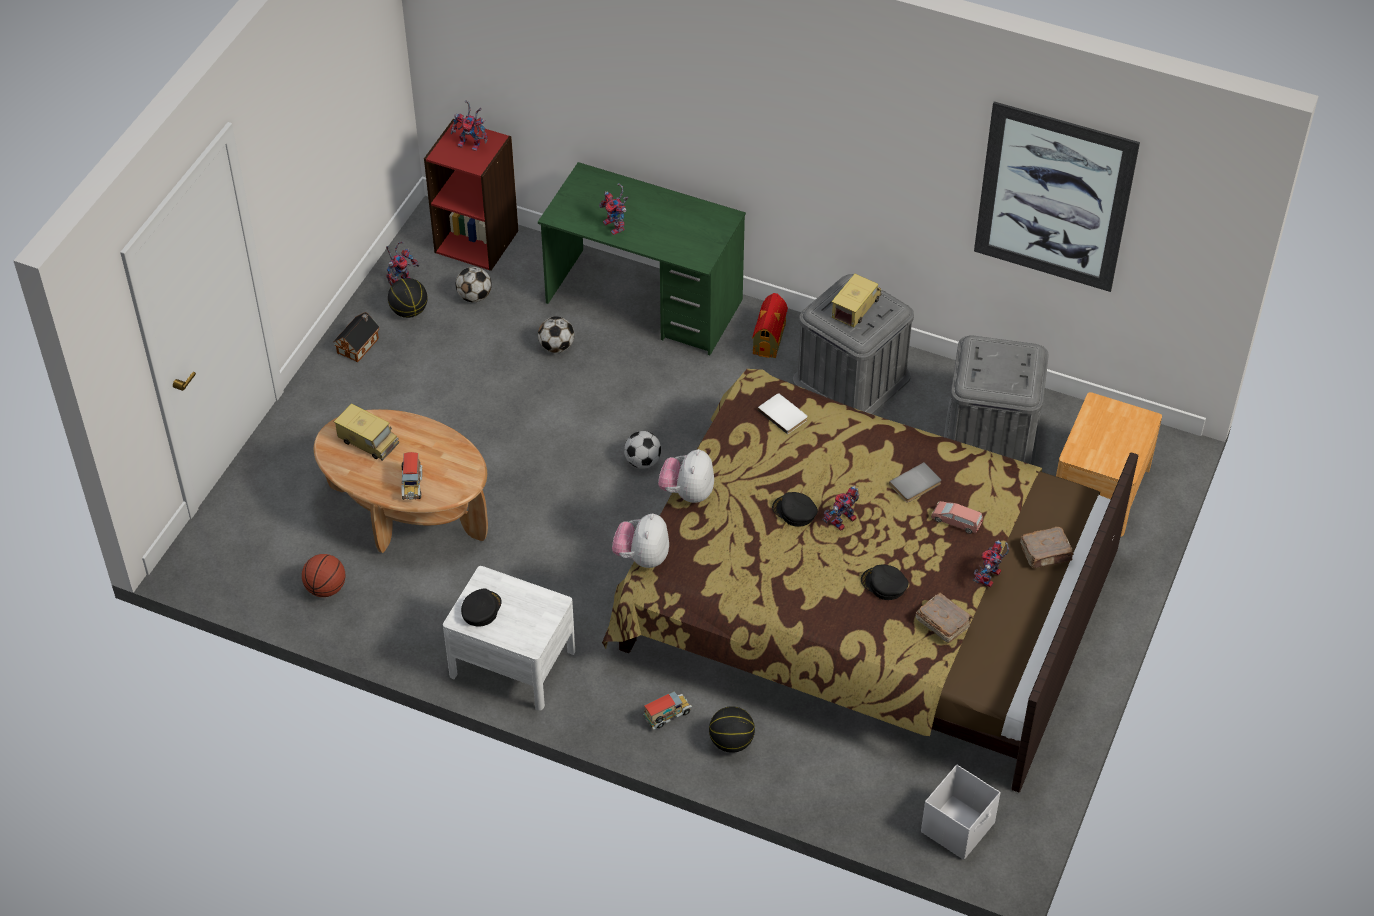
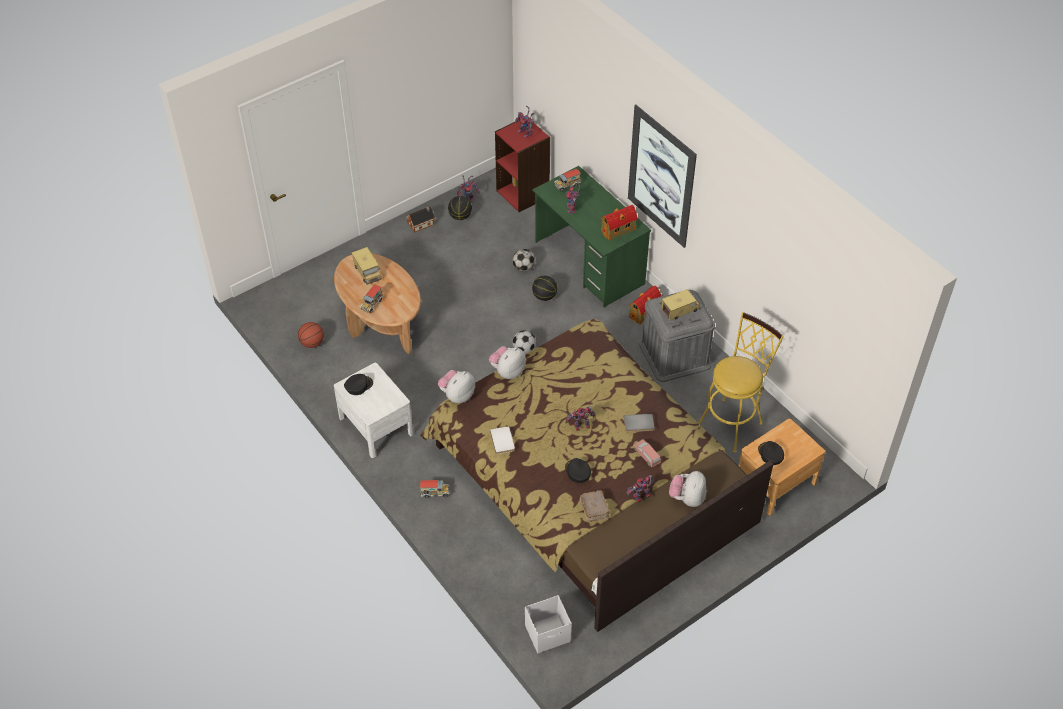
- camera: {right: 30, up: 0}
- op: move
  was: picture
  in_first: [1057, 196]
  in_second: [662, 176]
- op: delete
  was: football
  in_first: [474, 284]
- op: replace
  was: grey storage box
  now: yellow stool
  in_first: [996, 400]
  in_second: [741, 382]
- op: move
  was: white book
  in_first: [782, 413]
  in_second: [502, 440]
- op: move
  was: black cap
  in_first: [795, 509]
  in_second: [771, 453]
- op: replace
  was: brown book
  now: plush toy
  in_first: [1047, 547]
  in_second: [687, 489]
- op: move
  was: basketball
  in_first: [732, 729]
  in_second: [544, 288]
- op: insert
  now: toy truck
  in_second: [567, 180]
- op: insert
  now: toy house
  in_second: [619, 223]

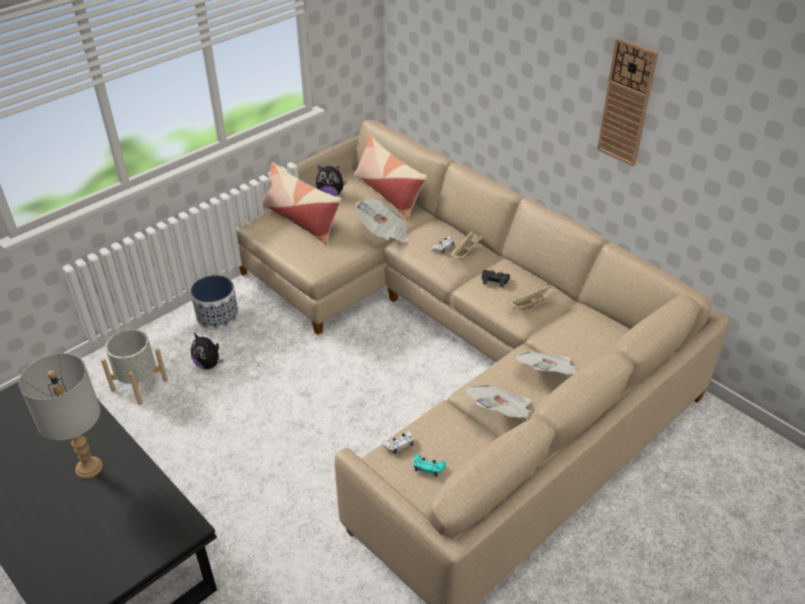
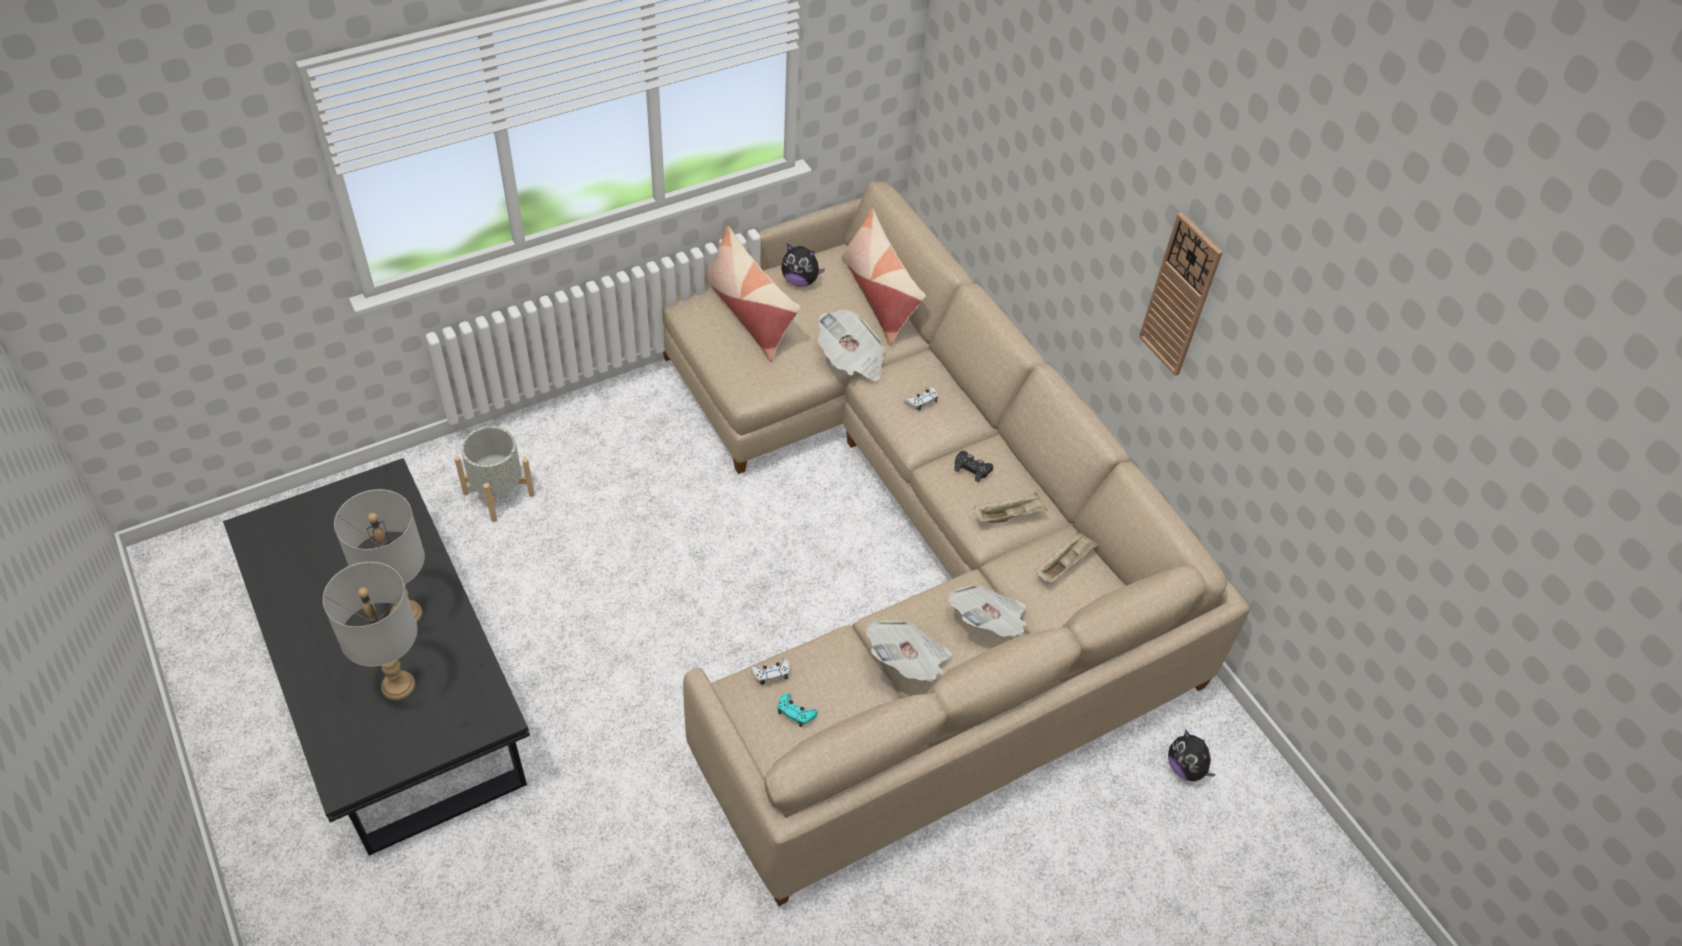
- camera: {right: 10, up: 10}
- op: move
  was: beige tray
  in_first: [466, 244]
  in_second: [1067, 558]
- op: delete
  was: planter
  in_first: [214, 302]
- op: move
  was: plush toy
  in_first: [207, 351]
  in_second: [1192, 755]
- op: insert
  now: grey table lamp
  in_second: [370, 631]

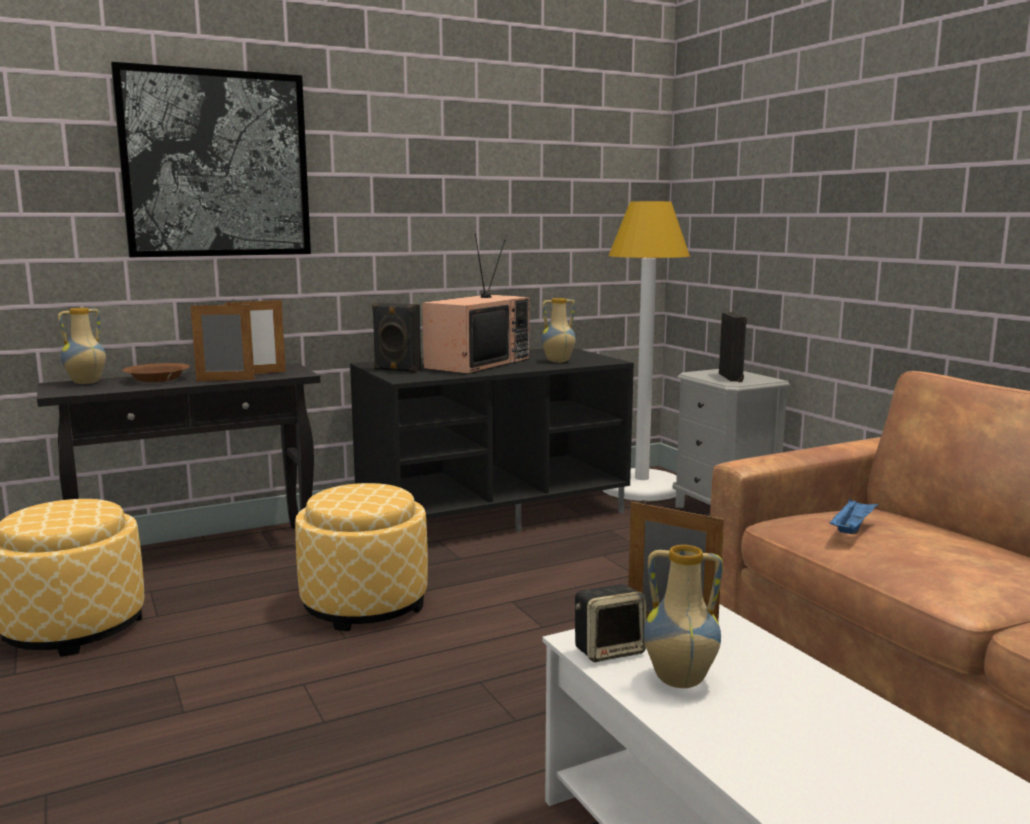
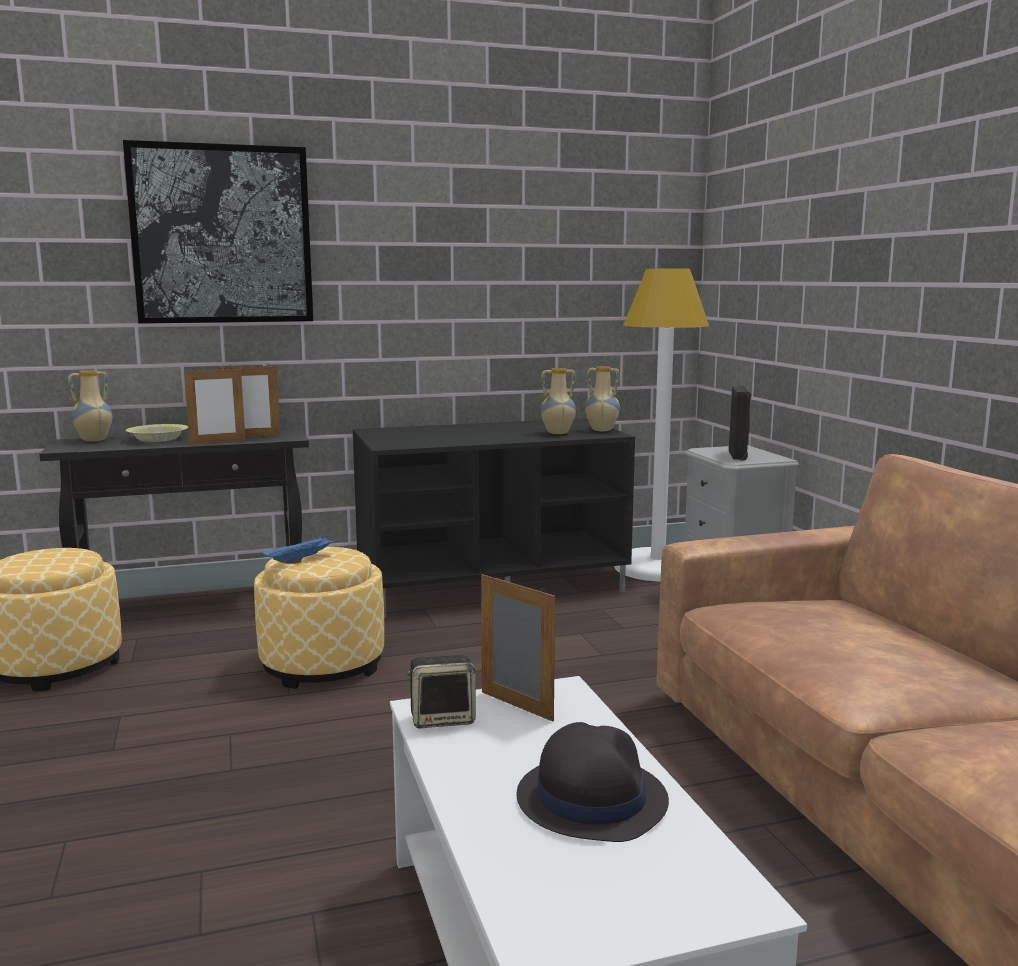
- camera: {right: 10, up: 0}
- op: delete
  was: television
  in_first: [476, 303]
- op: rotate
  was: picture frame
  in_first: [222, 341]
  in_second: [214, 406]
  clockwise: 150
- op: delete
  was: black speaker
  in_first: [396, 338]
- op: recolor
  was: brown bowl
  now: yellow bowl
  in_first: [156, 372]
  in_second: [157, 433]
- op: move
  was: blue tray
  in_first: [854, 516]
  in_second: [300, 549]
- op: move
  was: vase
  in_first: [683, 616]
  in_second: [602, 398]
- op: insert
  now: black hat
  in_second: [592, 782]

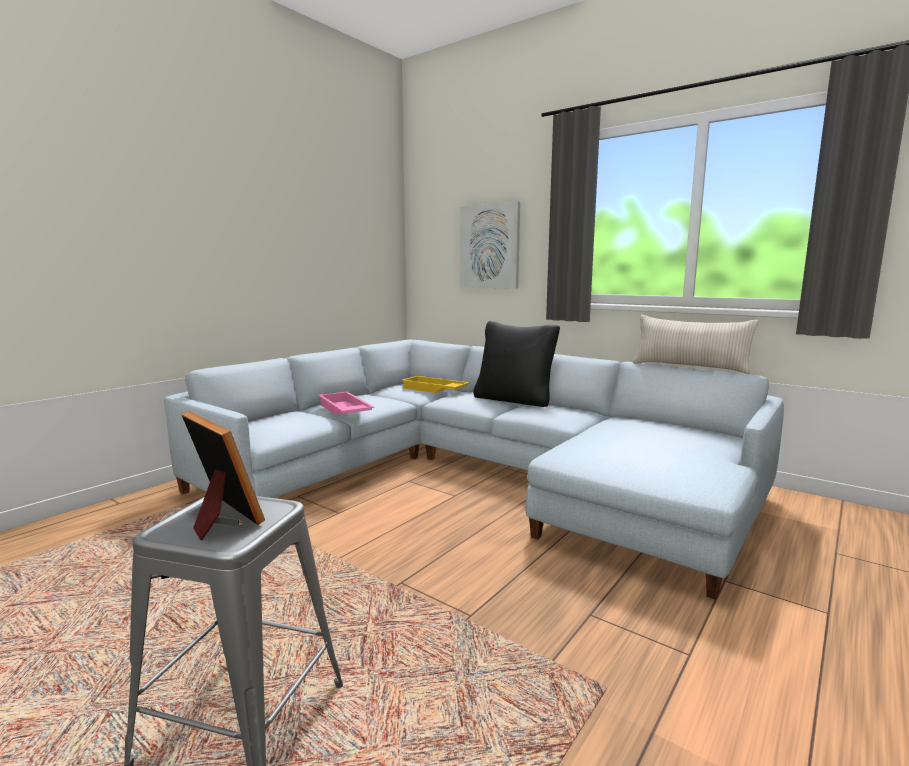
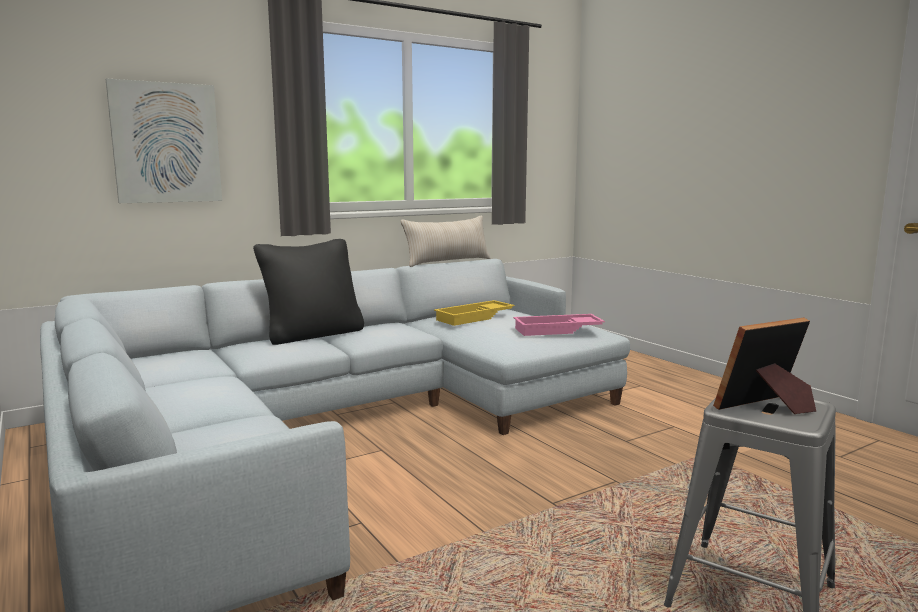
- camera: {right: -70, up: 0}
- op: move
  was: yellow tray
  in_first: [435, 384]
  in_second: [474, 313]
- op: move
  was: pink tray
  in_first: [346, 403]
  in_second: [559, 325]

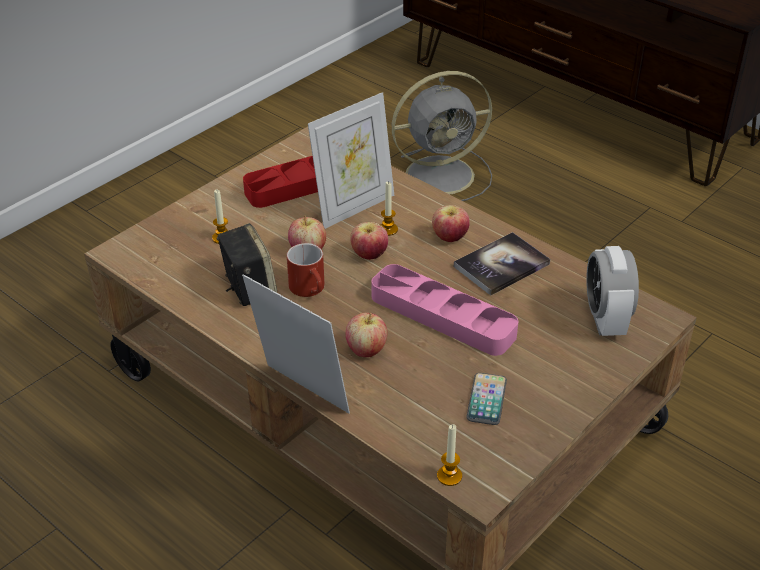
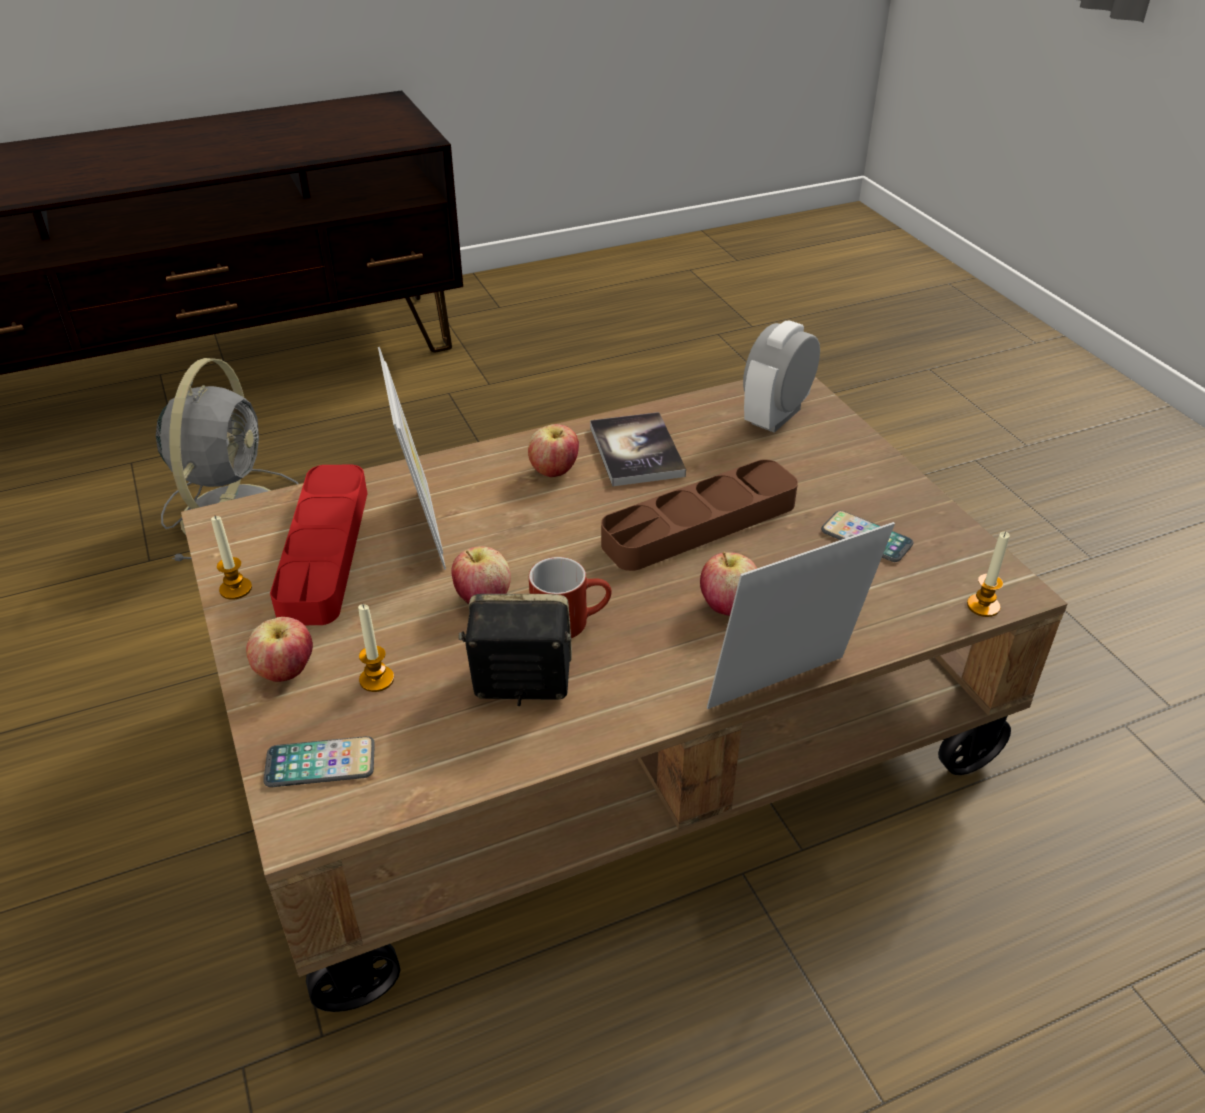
- camera: {right: -65, up: 0}
- op: move
  was: candle
  in_first: [389, 208]
  in_second: [231, 558]
- op: move
  was: apple
  in_first: [369, 241]
  in_second: [279, 649]
- op: rotate
  was: alarm clock
  in_first: [612, 291]
  in_second: [781, 377]
  clockwise: 105
- op: recolor
  was: pink tray
  now: brown tray
  in_first: [445, 310]
  in_second: [699, 515]
- op: insert
  now: phone
  in_second: [319, 761]

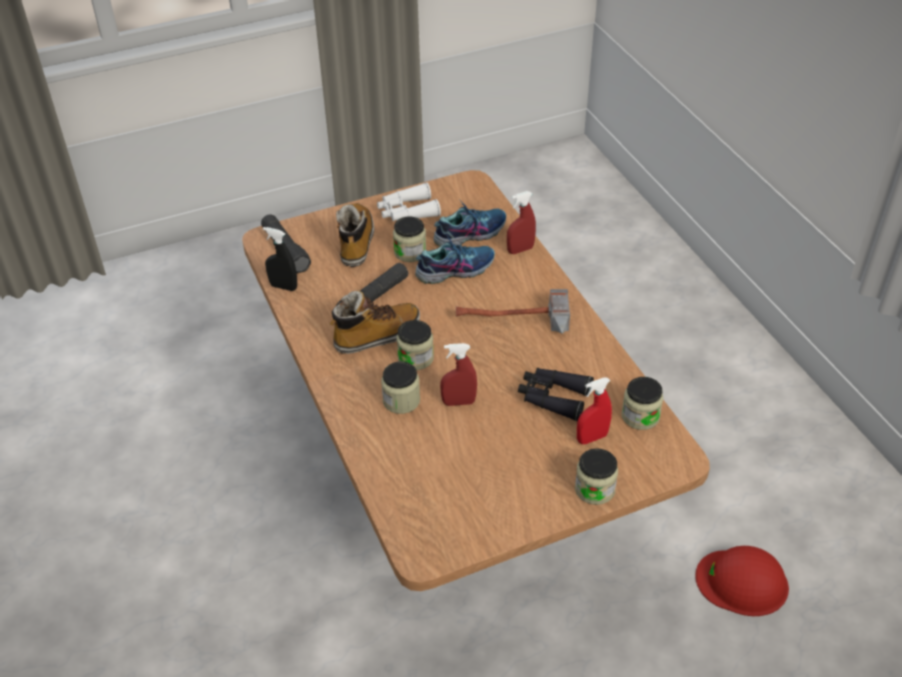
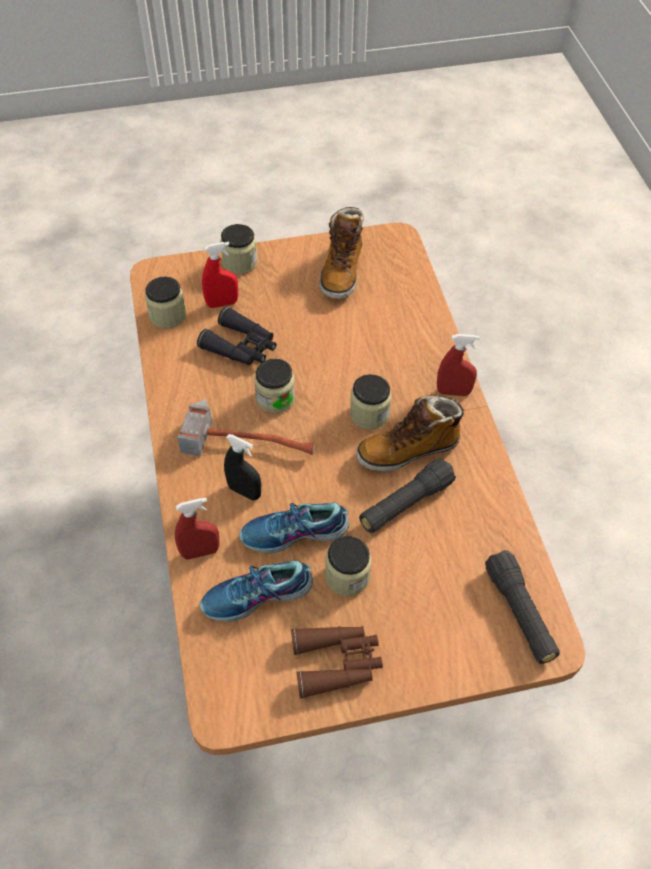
- camera: {right: -170, up: 10}
- op: recolor
  was: white binoculars
  now: brown binoculars
  in_first: [409, 202]
  in_second: [337, 662]
- op: move
  was: boot
  in_first: [355, 235]
  in_second: [341, 253]
- op: move
  was: black spray bottle
  in_first: [280, 259]
  in_second: [242, 467]
- op: move
  was: red spray bottle
  in_first: [458, 374]
  in_second: [458, 365]
- op: move
  was: jar
  in_first: [400, 387]
  in_second: [274, 386]
- op: delete
  was: red hard hat
  in_first: [742, 581]

